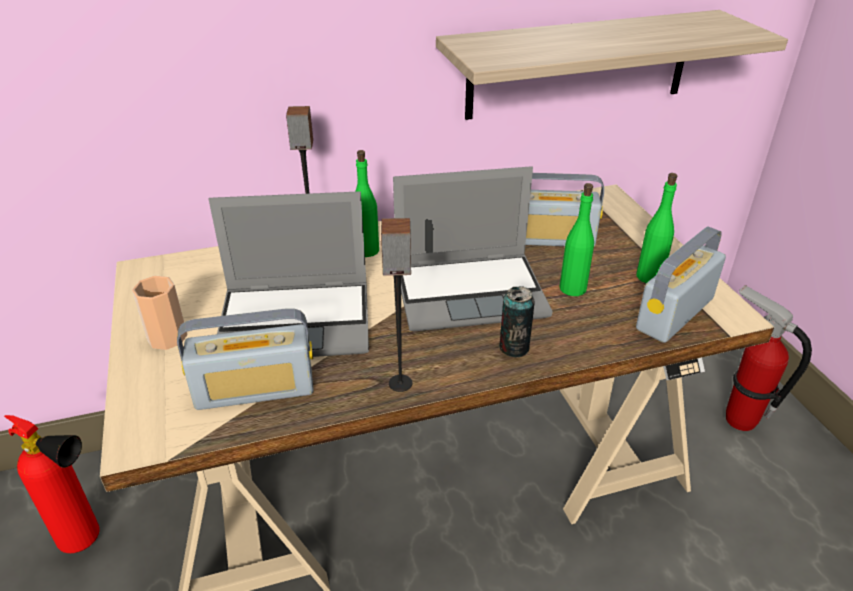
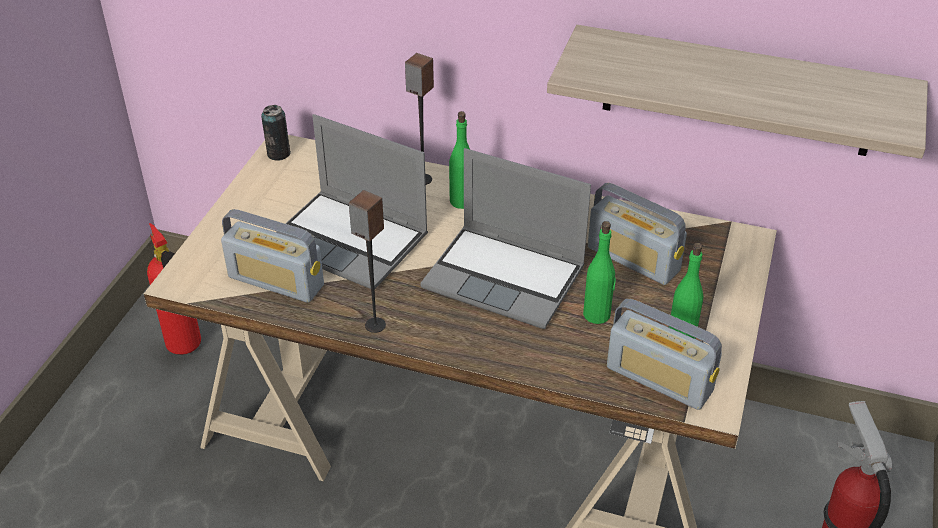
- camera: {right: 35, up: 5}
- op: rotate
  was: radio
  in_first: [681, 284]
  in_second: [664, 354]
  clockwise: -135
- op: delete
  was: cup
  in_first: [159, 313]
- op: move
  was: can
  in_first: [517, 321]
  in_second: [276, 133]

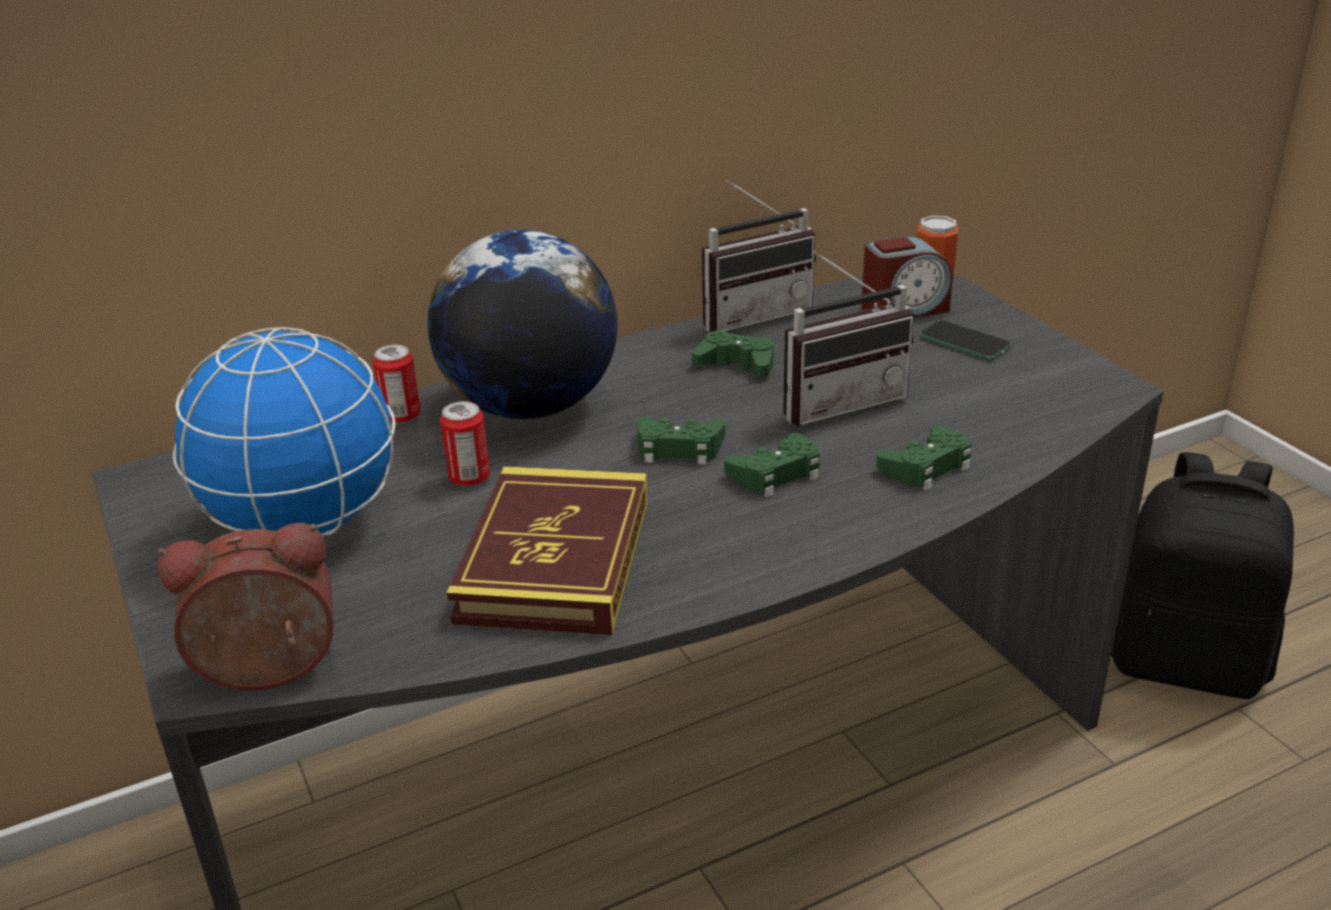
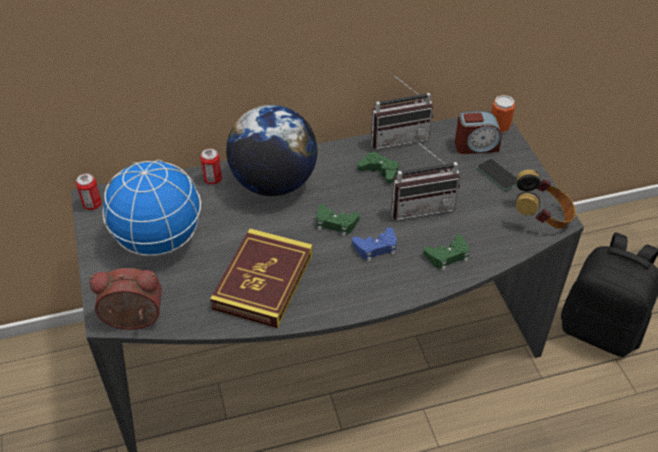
- camera: {right: 10, up: 15}
- op: move
  was: can
  in_first: [465, 443]
  in_second: [89, 191]
- op: recolor
  was: green game controller
  now: blue game controller
  in_first: [772, 465]
  in_second: [374, 245]
- op: insert
  now: headphones
  in_second: [546, 199]

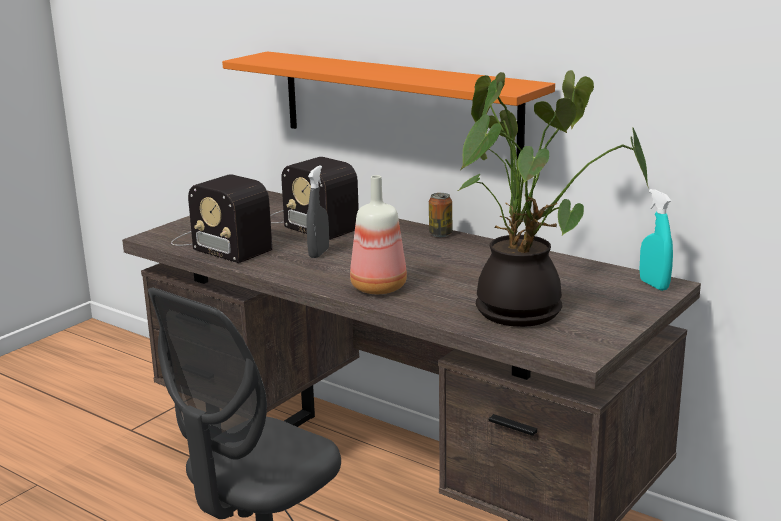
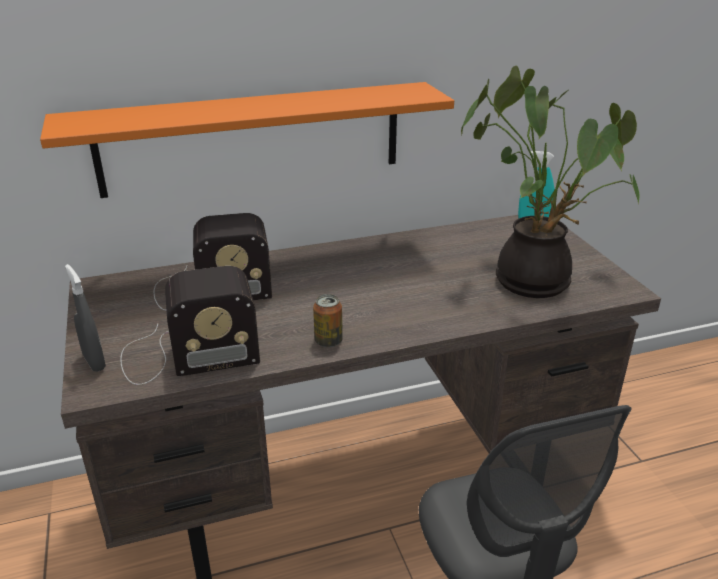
- camera: {right: -55, up: 10}
- op: move
  was: grey spray bottle
  in_first: [317, 211]
  in_second: [85, 318]
- op: delete
  was: bottle
  in_first: [378, 234]
- op: move
  was: can
  in_first: [441, 215]
  in_second: [328, 320]

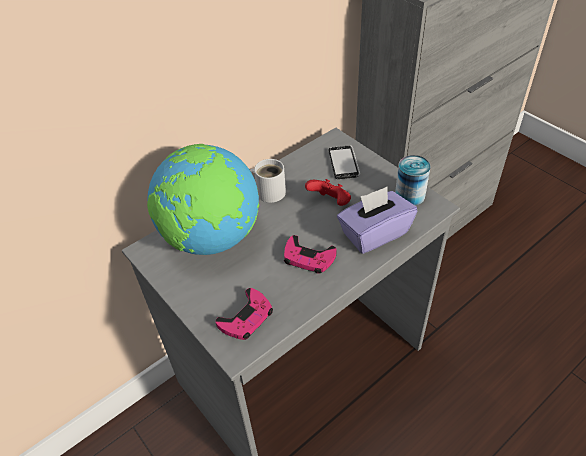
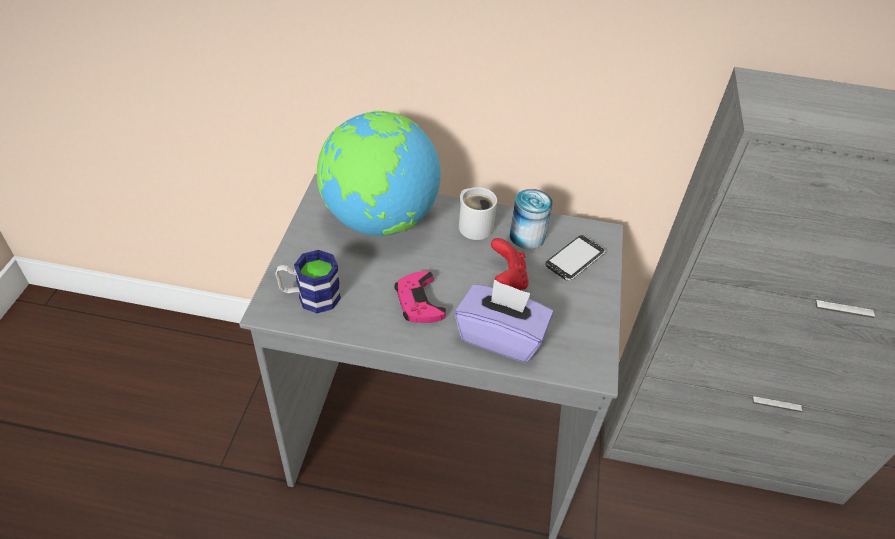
- camera: {right: 45, up: 0}
- op: move
  was: can
  in_first: [413, 180]
  in_second: [531, 219]
- op: replace
  was: pink game controller
  now: mug
  in_first: [244, 314]
  in_second: [308, 282]

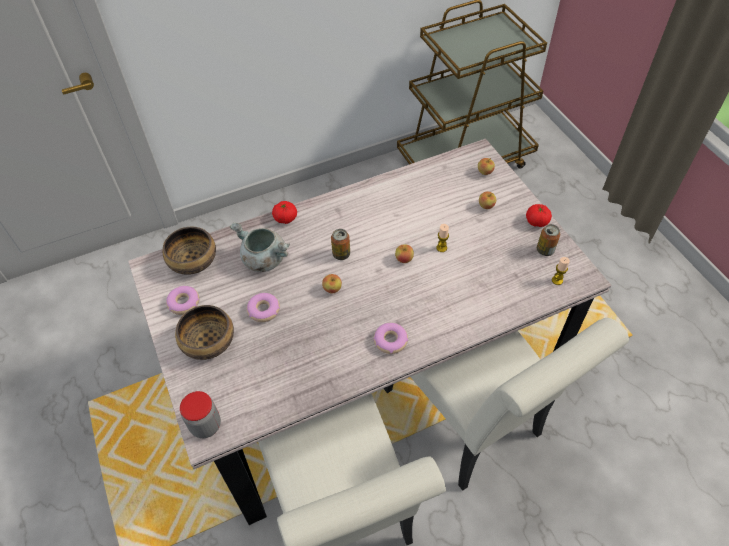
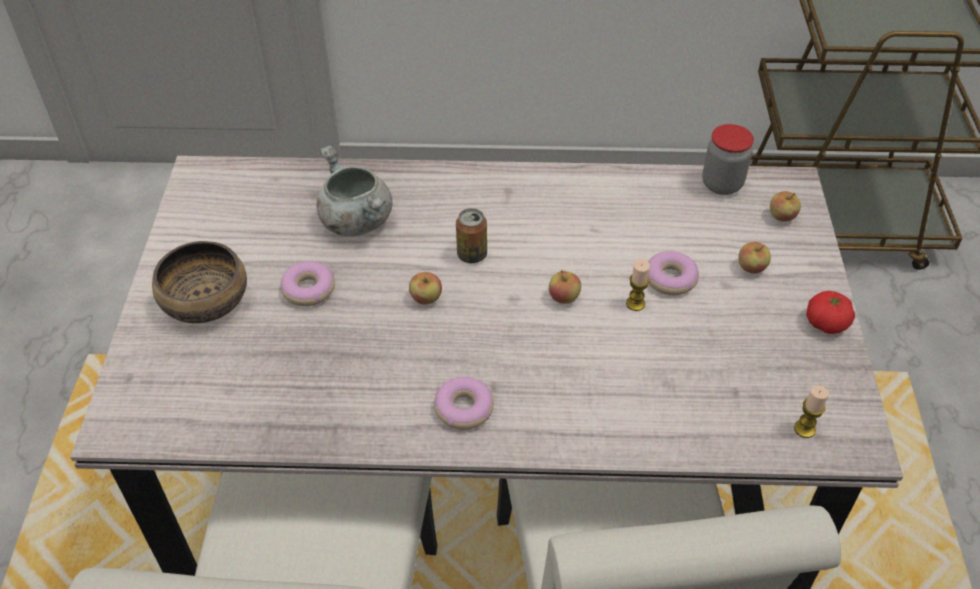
- camera: {right: 25, up: -5}
- op: delete
  was: tomato
  in_first: [284, 212]
- op: delete
  was: can
  in_first: [548, 240]
- op: delete
  was: bowl
  in_first: [189, 251]
- op: move
  was: donut
  in_first: [182, 300]
  in_second: [673, 273]
- op: move
  was: jar
  in_first: [200, 414]
  in_second: [728, 159]

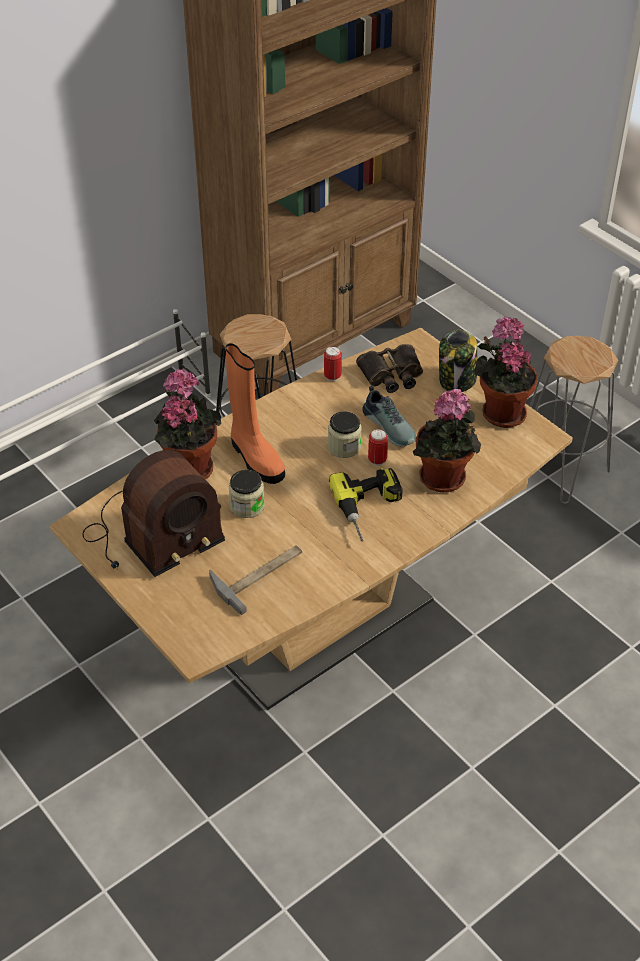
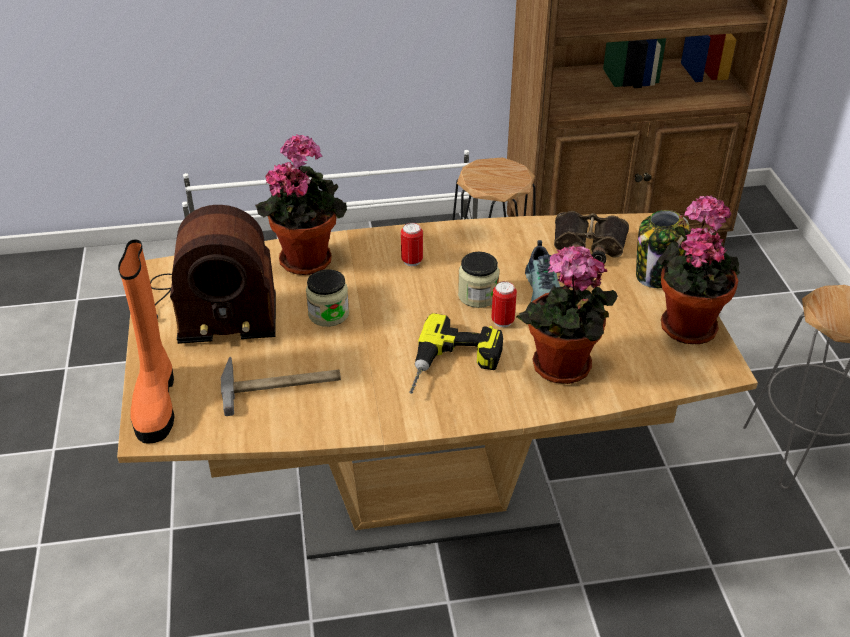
- camera: {right: 30, up: -5}
- op: move
  was: orange boot
  in_first: [255, 413]
  in_second: [146, 341]
- op: move
  was: can
  in_first: [333, 363]
  in_second: [412, 244]

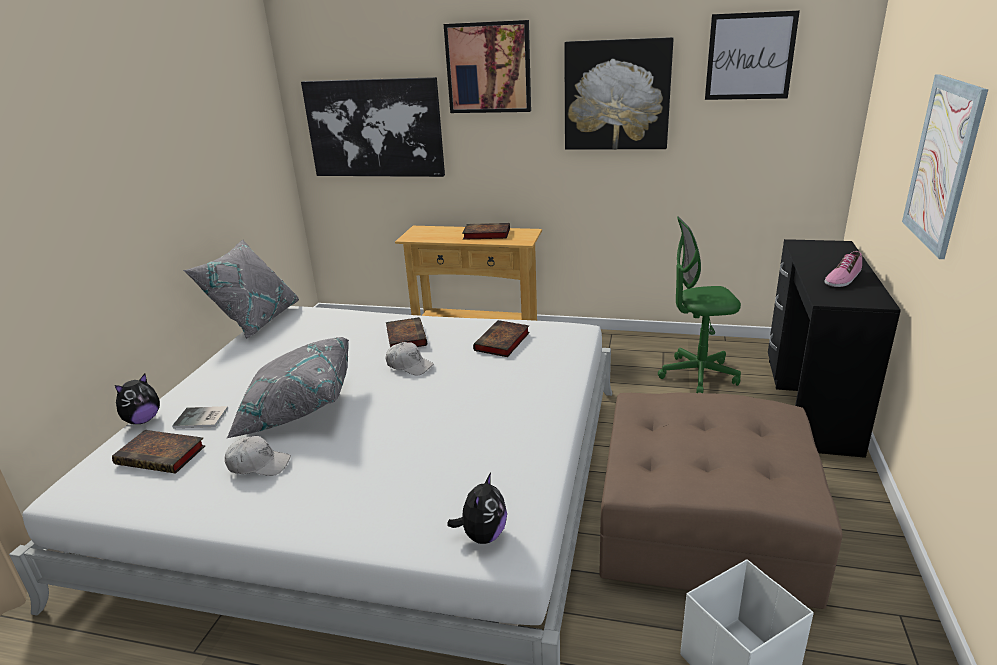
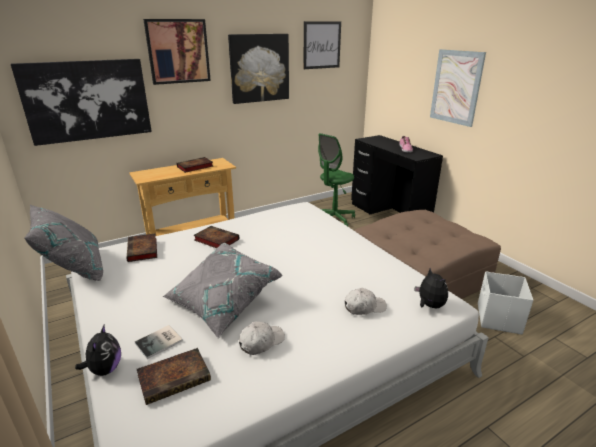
- camera: {right: -45, up: 0}
- op: move
  was: book
  in_first: [501, 338]
  in_second: [141, 247]
- op: move
  was: white cap
  in_first: [410, 359]
  in_second: [366, 301]

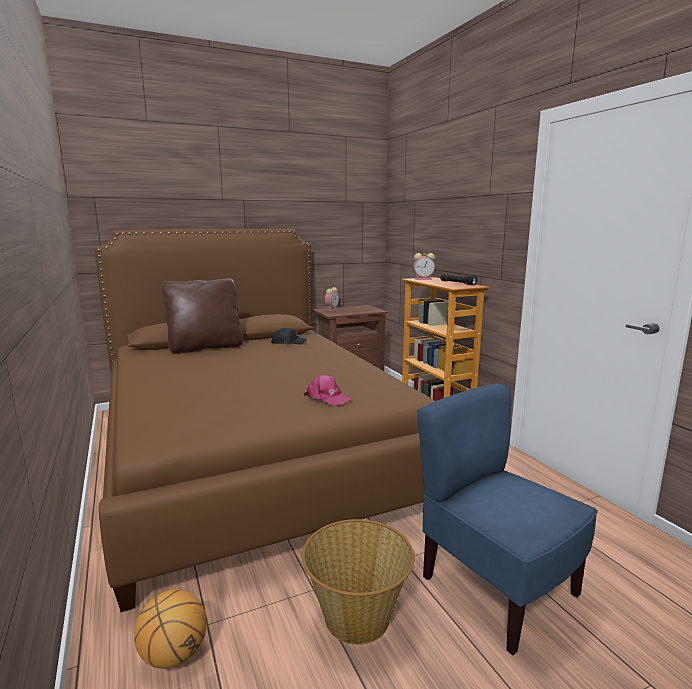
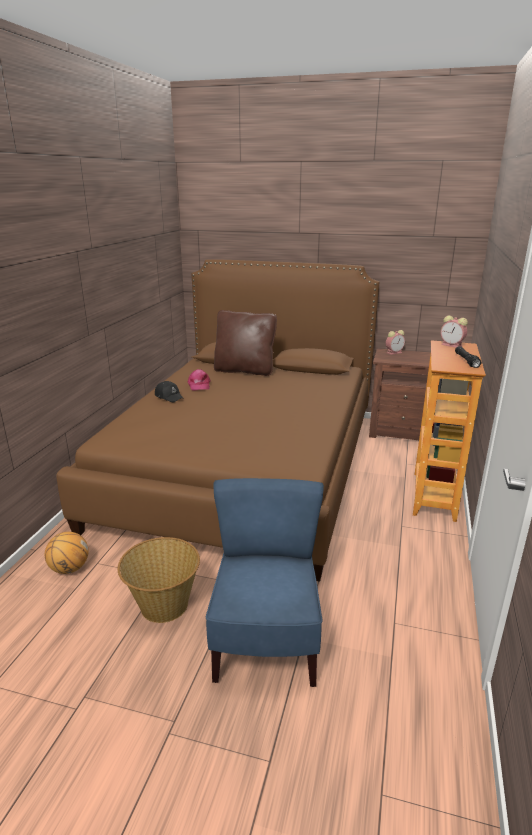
- camera: {right: 40, up: 10}
- op: move
  was: black cap
  in_first: [289, 336]
  in_second: [169, 392]
- op: move
  was: pink cap
  in_first: [327, 390]
  in_second: [199, 380]

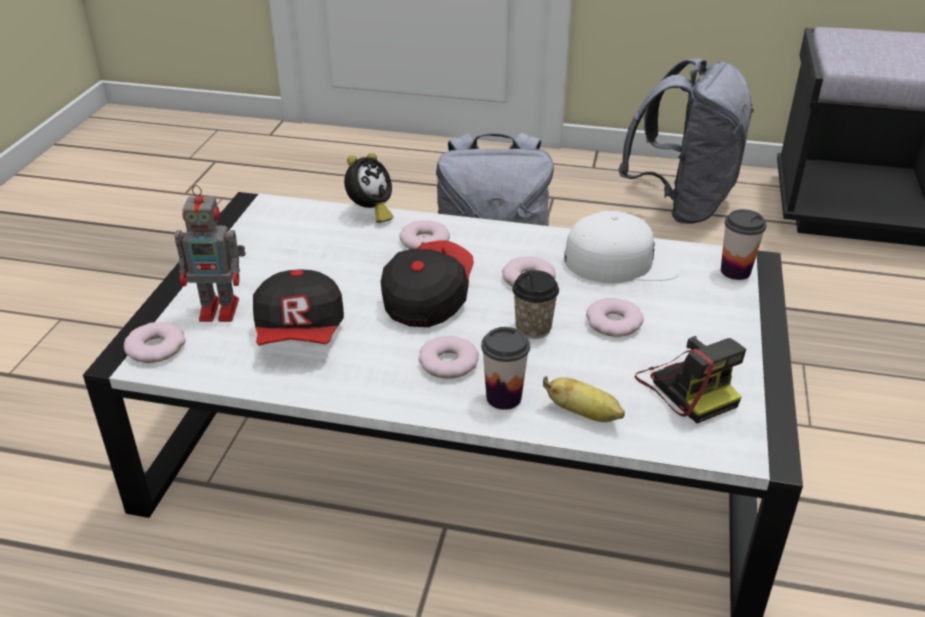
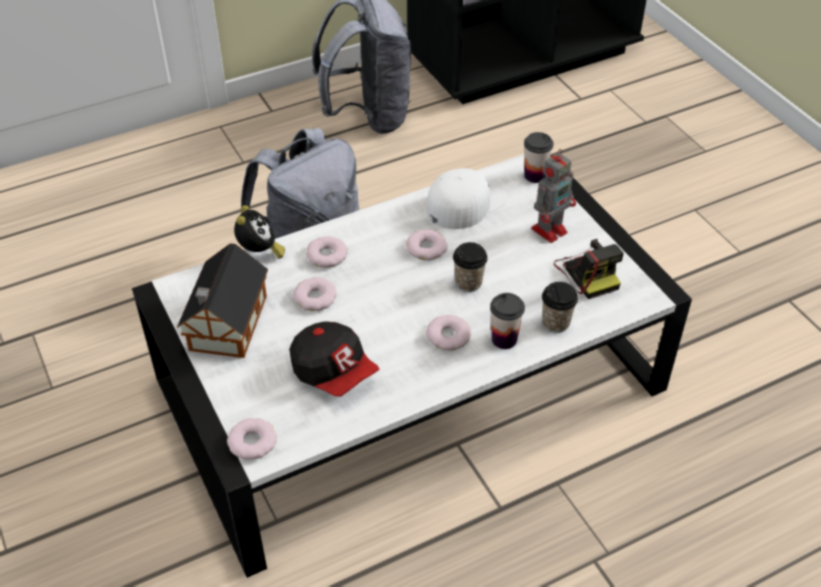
- camera: {right: -40, up: 10}
- op: move
  was: toy robot
  in_first: [210, 253]
  in_second: [553, 196]
- op: delete
  was: cap
  in_first: [427, 283]
- op: move
  was: donut
  in_first: [615, 317]
  in_second: [315, 294]
- op: rotate
  was: photo camera
  in_first: [690, 379]
  in_second: [589, 269]
  clockwise: 45
- op: replace
  was: banana
  now: cup
  in_first: [584, 399]
  in_second: [560, 307]
- op: insert
  now: toy house
  in_second: [222, 300]

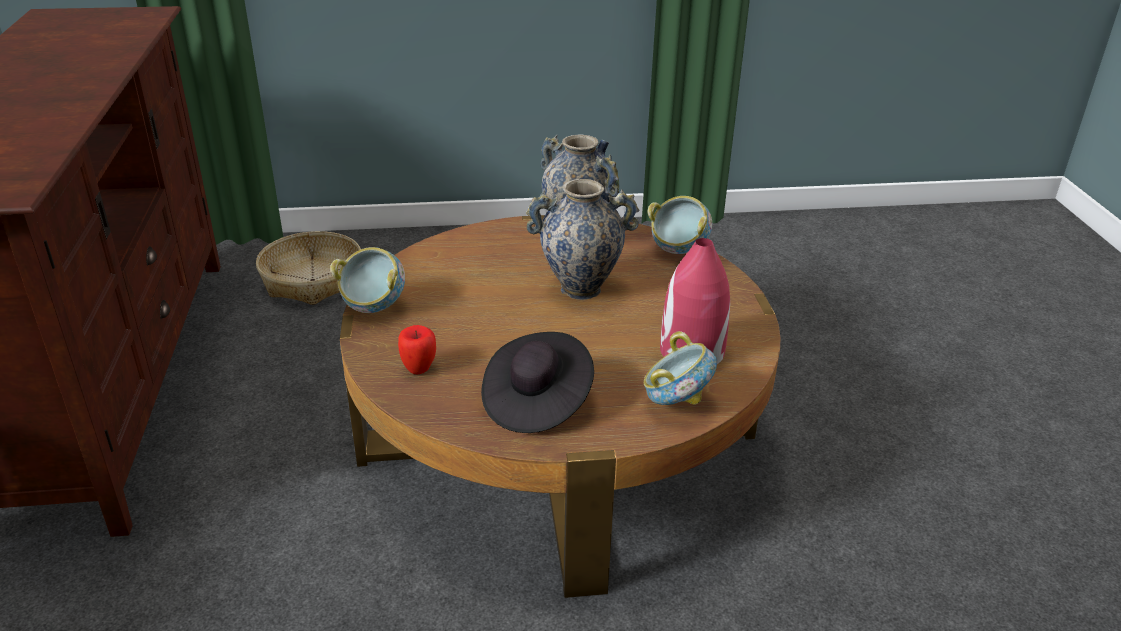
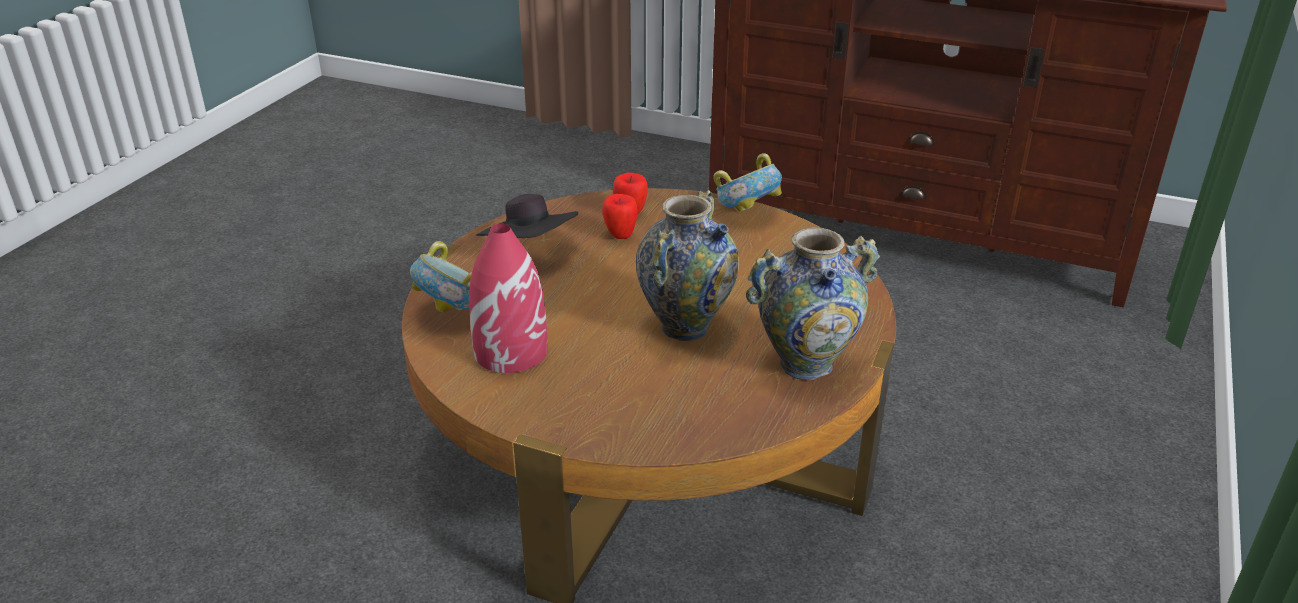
- camera: {right: 120, up: 0}
- op: delete
  was: bowl
  in_first: [680, 225]
- op: delete
  was: basket
  in_first: [308, 268]
- op: insert
  now: apple
  in_second: [620, 216]

